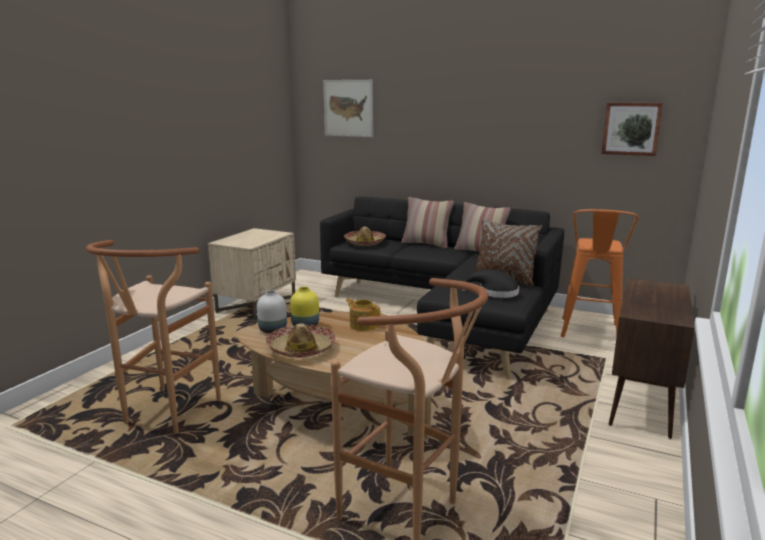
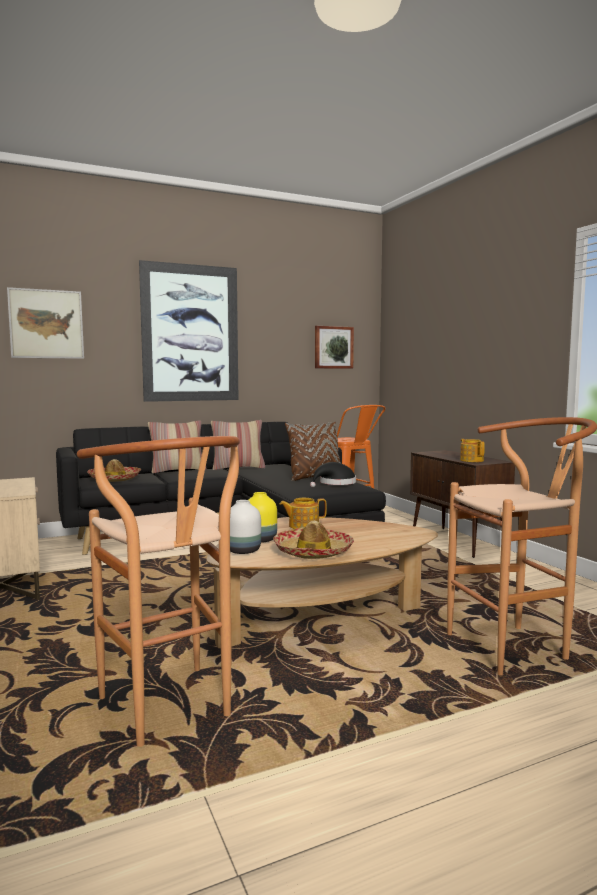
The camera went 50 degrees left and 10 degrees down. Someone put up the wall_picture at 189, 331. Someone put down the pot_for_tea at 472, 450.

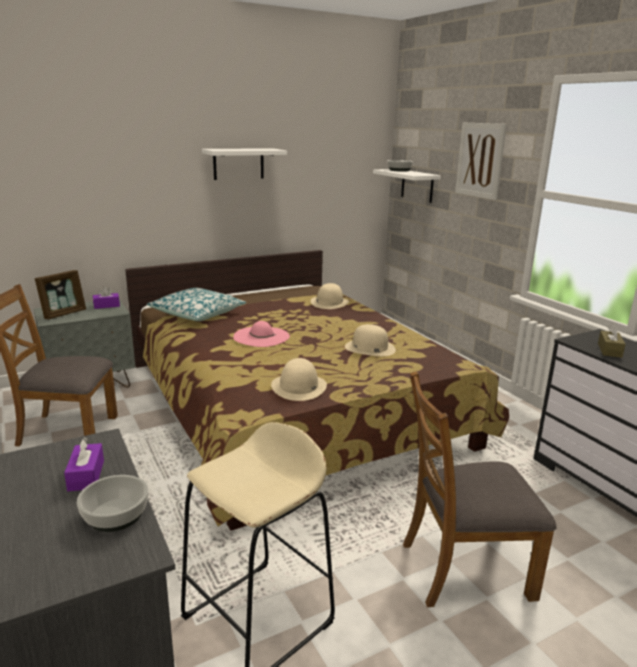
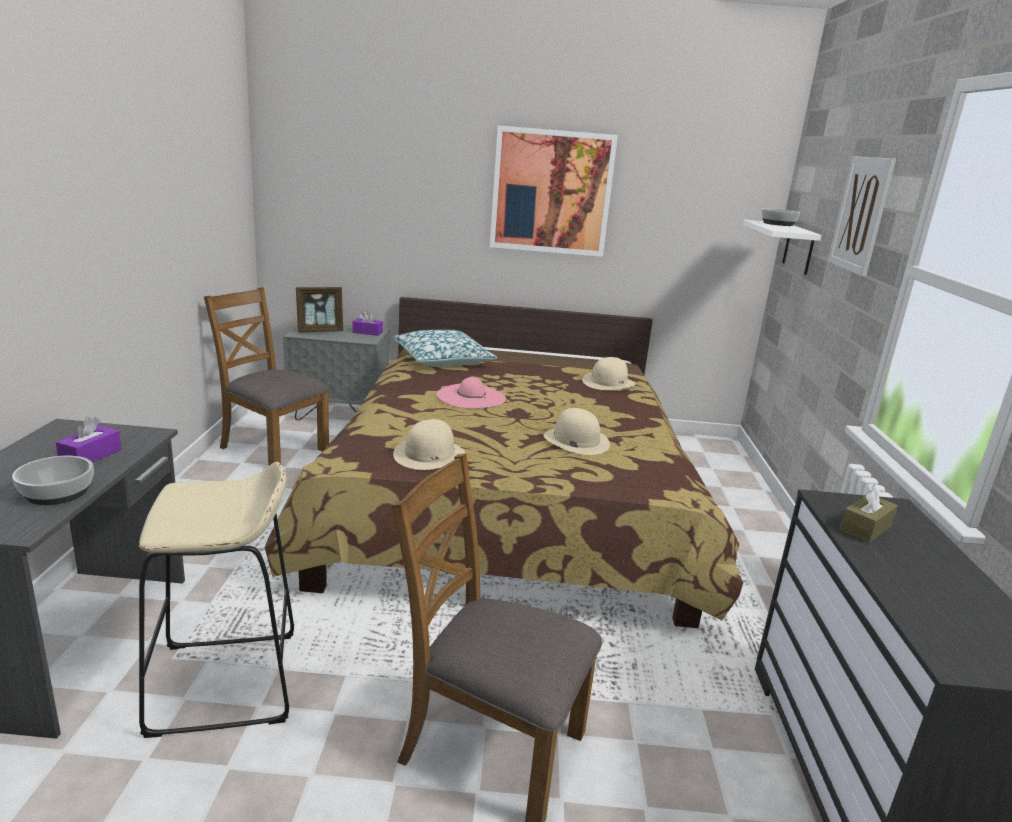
The camera went 30 degrees right and 0 degrees up. Someone swapped the whitish_bracket_shelf at 244, 164 for the wall_picture at 554, 191.

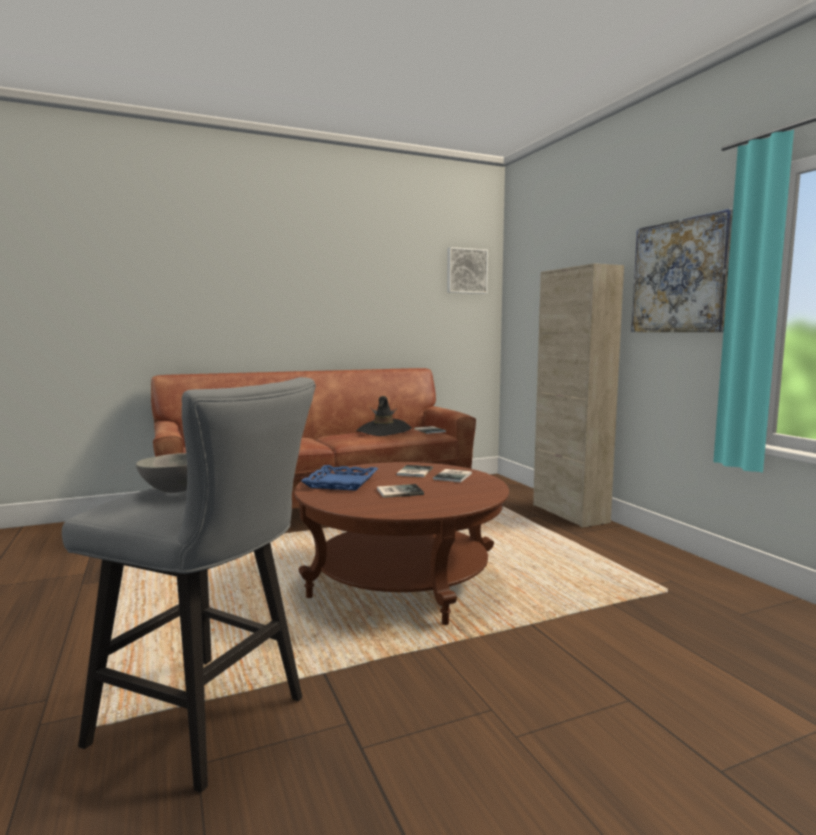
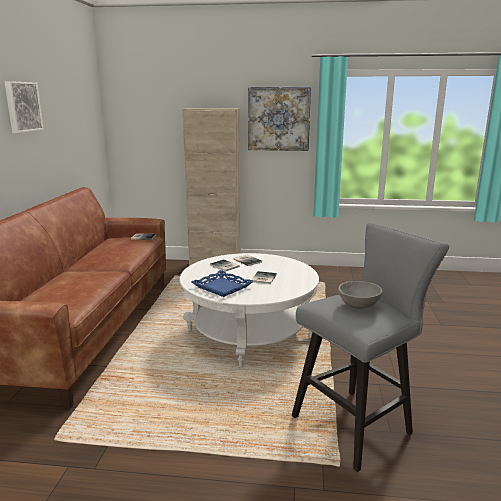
The camera went 60 degrees left and 10 degrees up. Someone carried the wall_picture from 467, 270 to 24, 107. Someone took away the blackish_wearable_hat at 384, 416. Someone repainted the brown-coloured_lounge_table at 401, 543, which became the whitish_lounge_table at 249, 310.

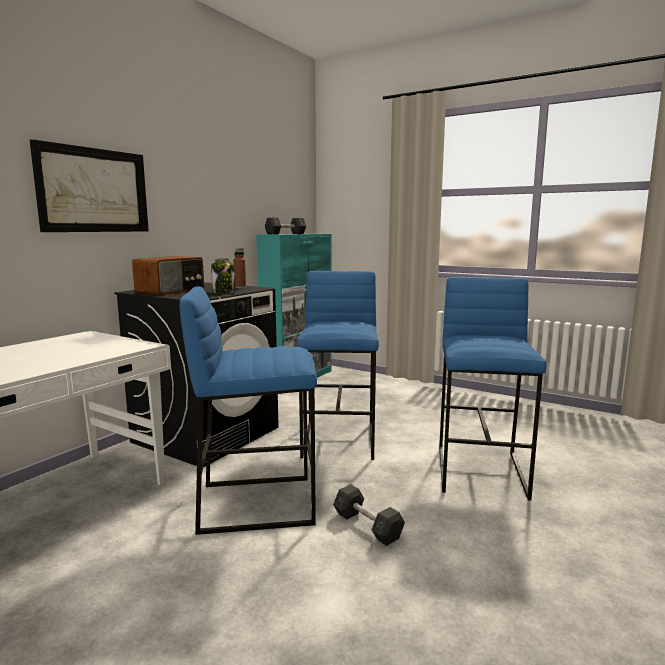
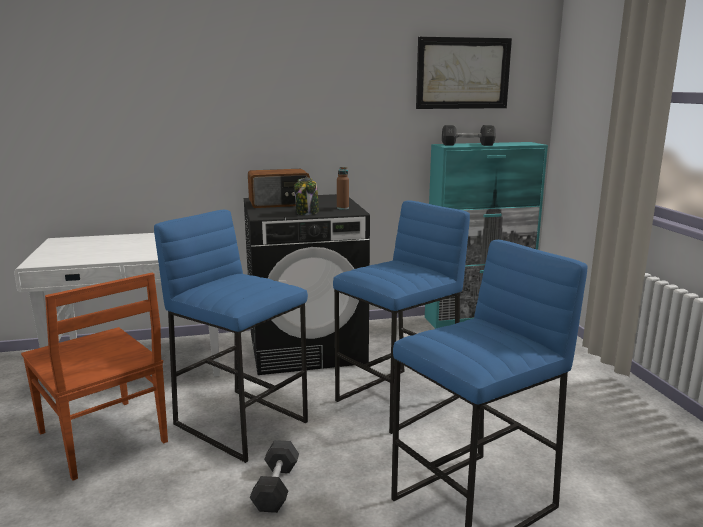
The camera went 45 degrees right and 5 degrees up. Someone carried the wall_picture from 89, 185 to 464, 73. Someone put down the brown-coloured_upright_chair at 94, 377.

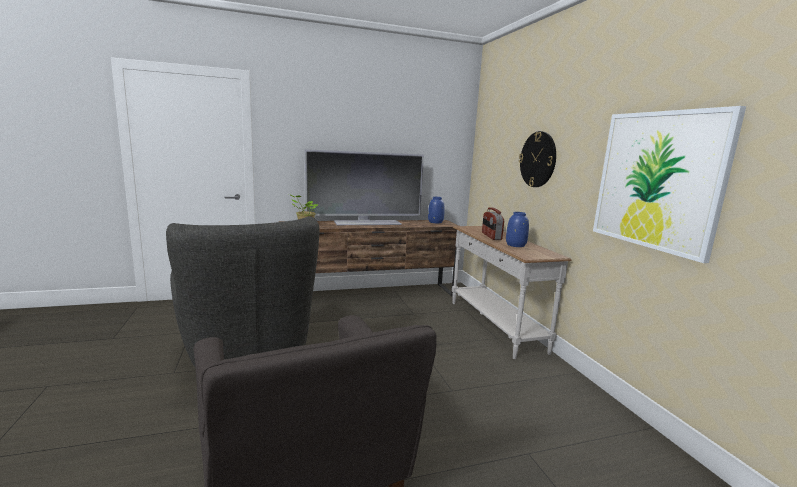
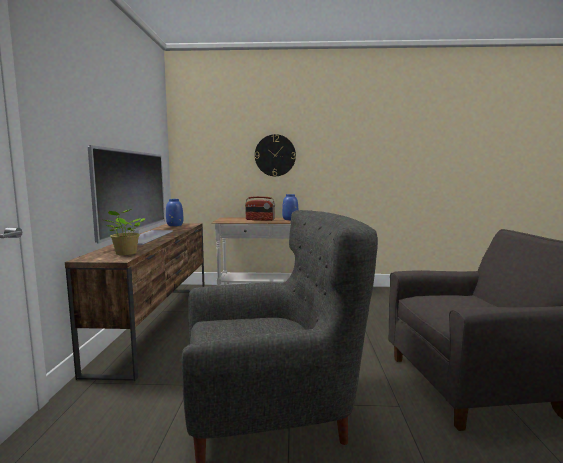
The camera went 70 degrees left and 5 degrees down. Someone took away the wall_picture at 669, 184.

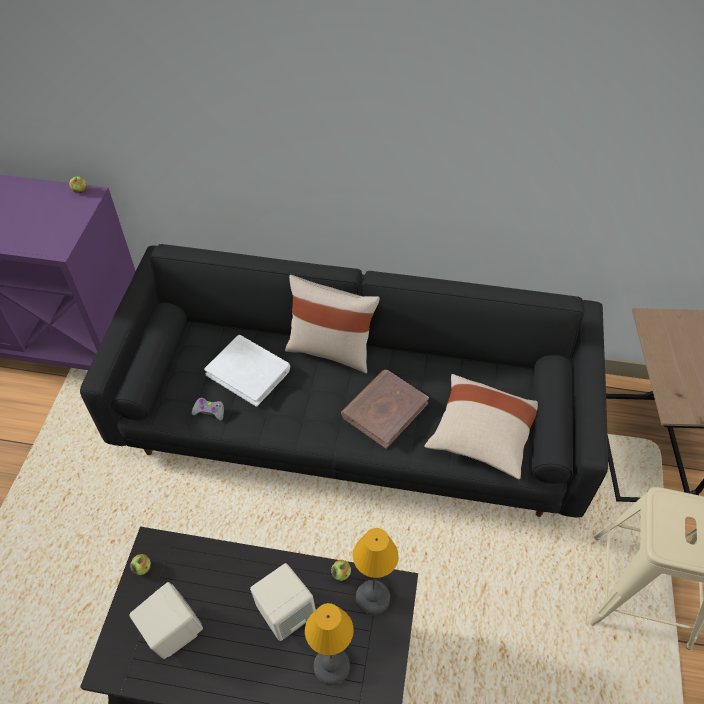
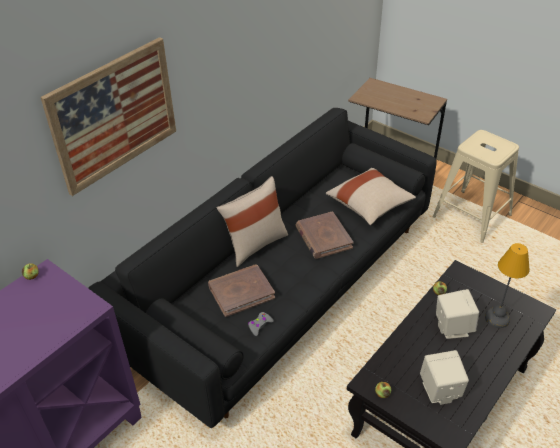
The camera went 60 degrees left and 10 degrees down. Someone repainted the whitish_volume at 247, 371, which became the brown-coloured_volume at 241, 291. Someone took away the tabletop_lamp at 376, 571. Someone put up the wall_picture at 108, 116.

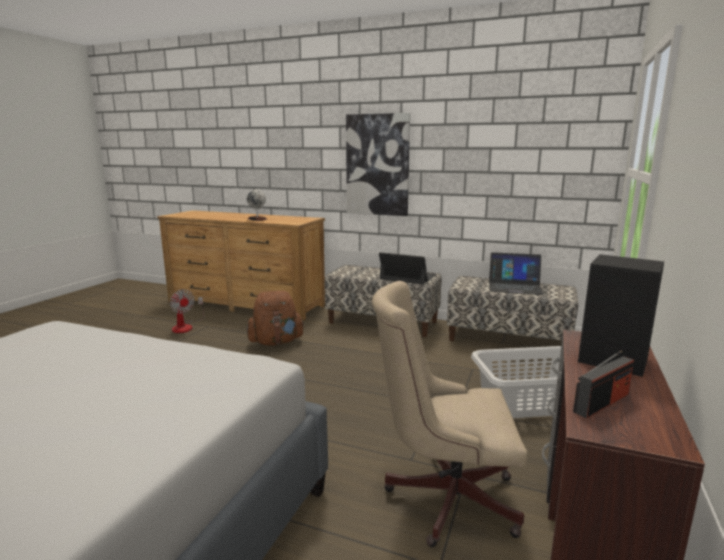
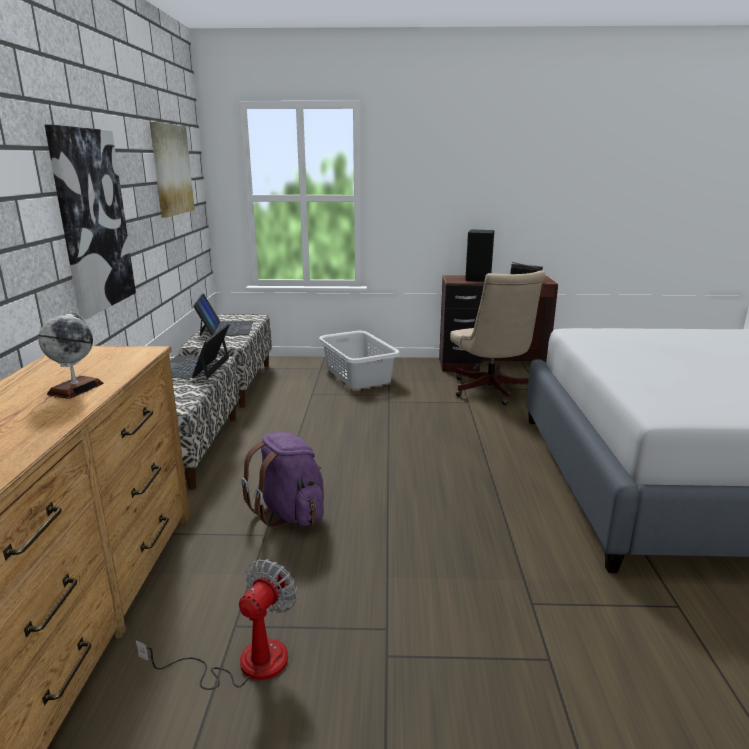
The camera went 110 degrees left and 5 degrees up. Someone repainted the brown-coloured_rucksack at 275, 318, which became the purple-coloured_rucksack at 282, 480. Someone put up the wall_picture at 172, 170.

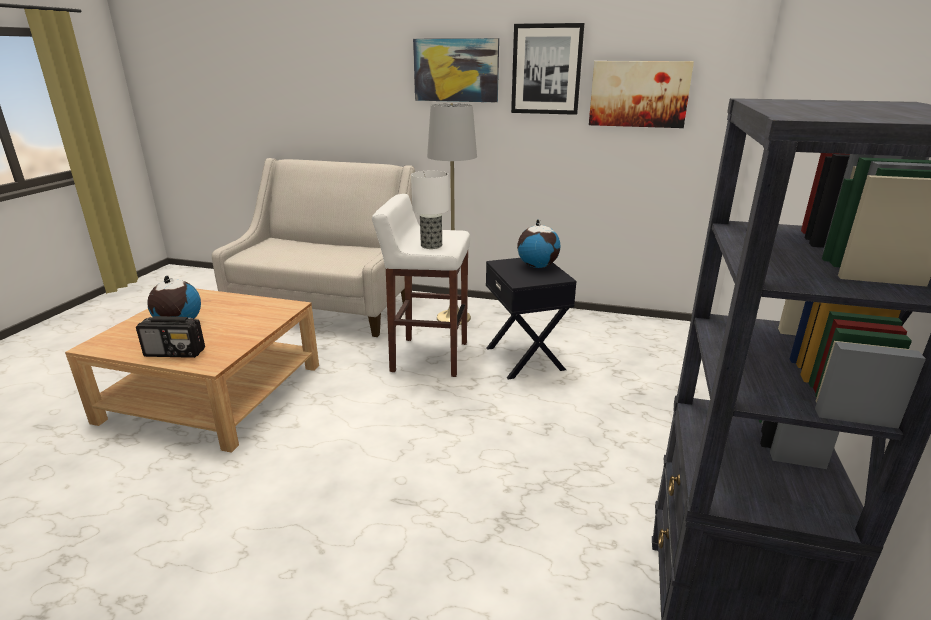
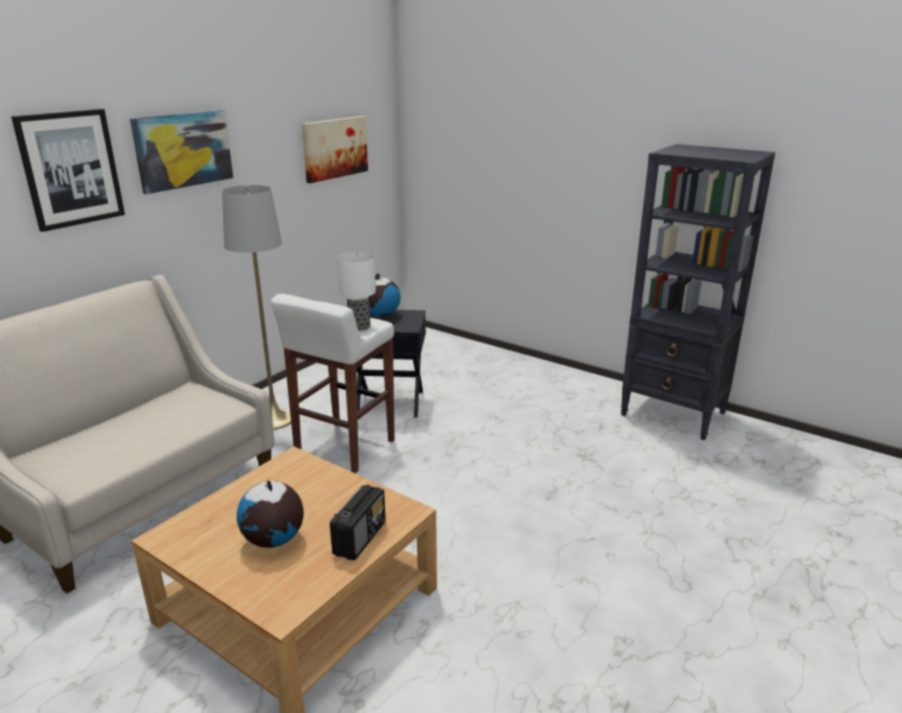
The camera went 70 degrees left and 0 degrees up. Someone carried the wall_picture from 547, 69 to 68, 170.

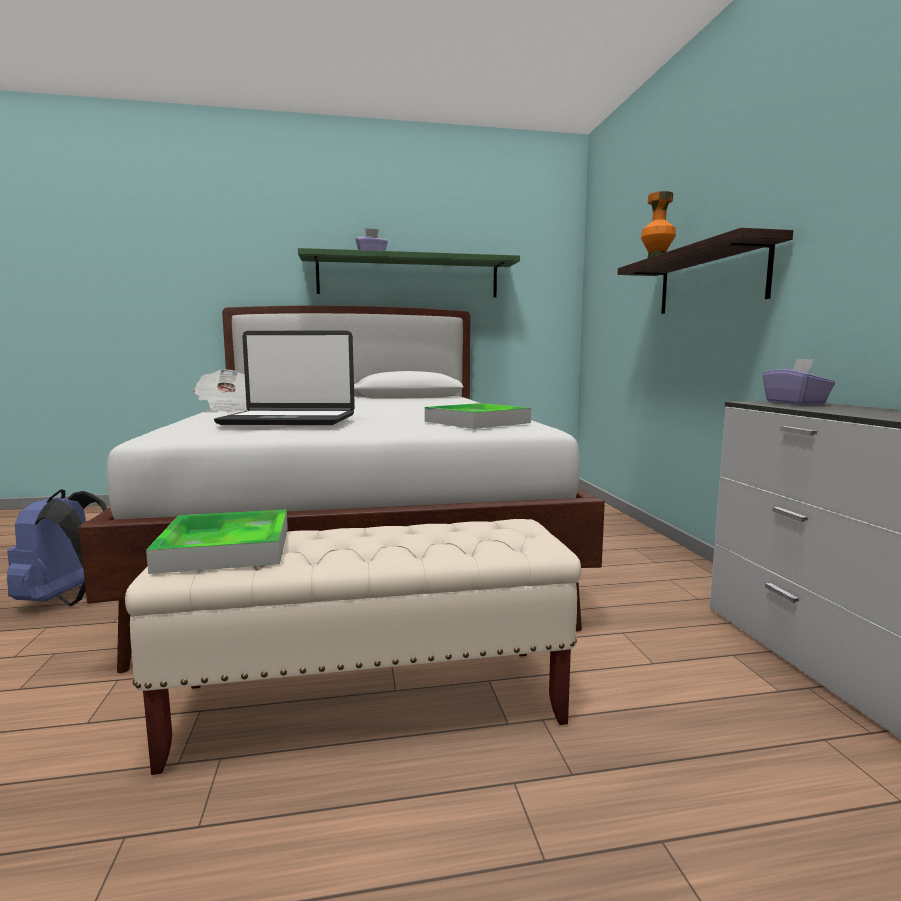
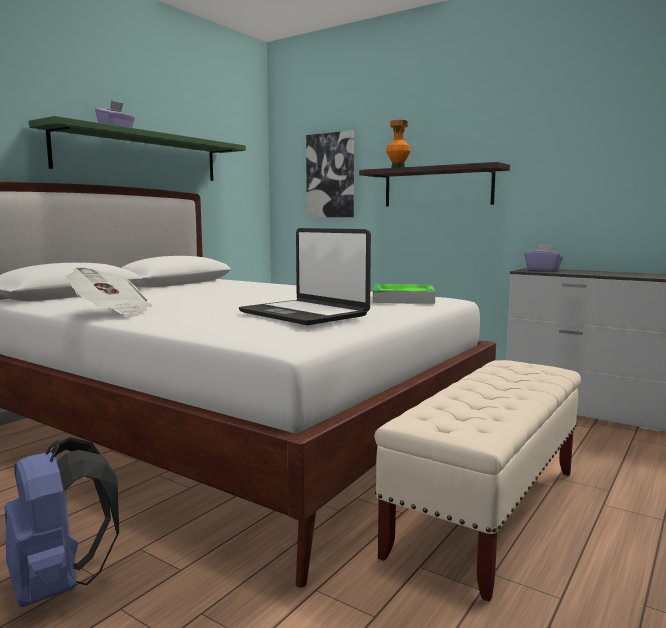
The camera went 45 degrees left and 0 degrees up. Someone rotated the notebook_computer at 284, 378 by 90 degrees clockwise. Someone took away the serving_tray at 217, 541. Someone put up the wall_picture at 330, 173.

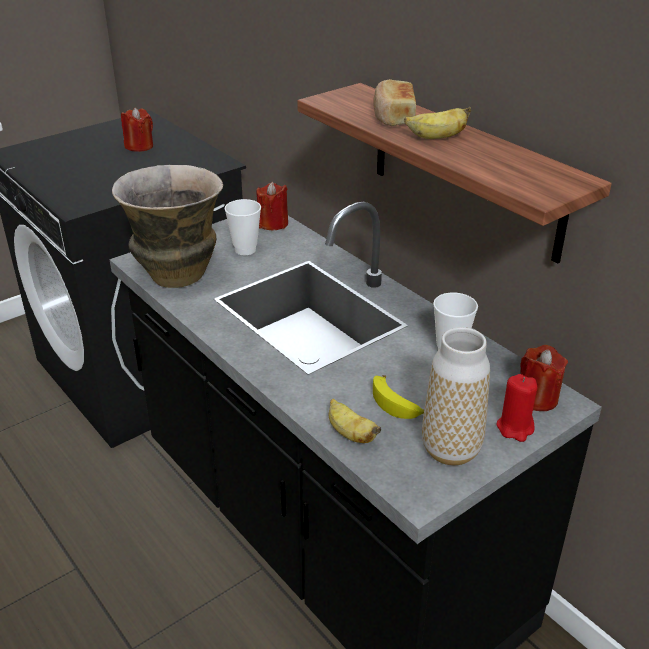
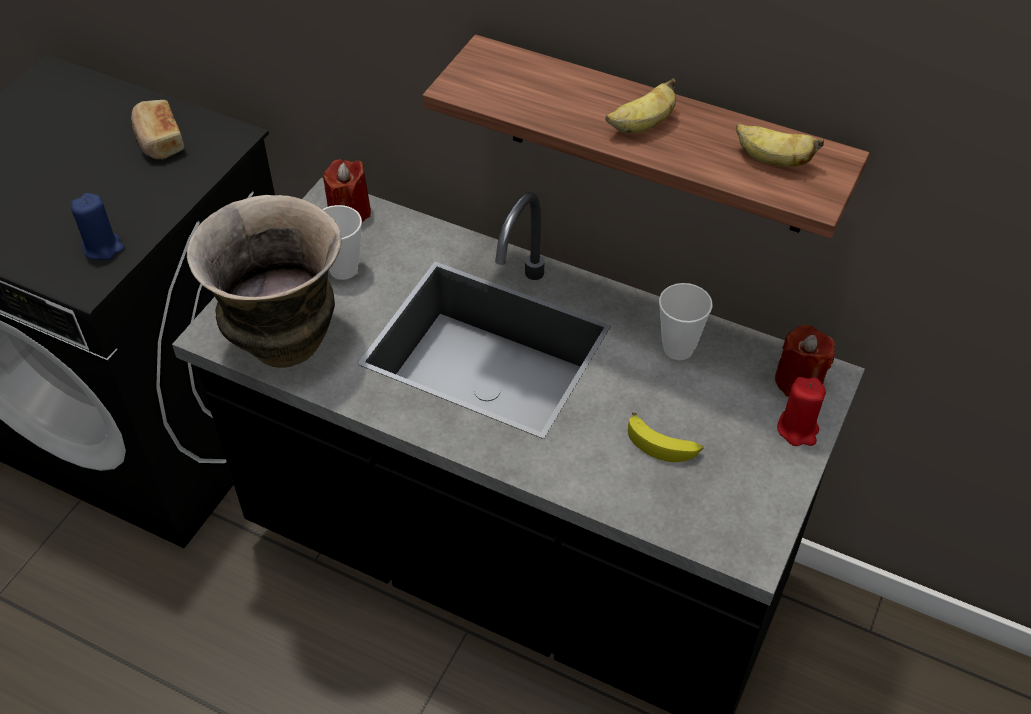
The camera went 25 degrees left and 15 degrees up. Someone carried the bread from 394, 102 to 157, 130. Someone took away the reddish_wax_light at 137, 130. Someone took away the flower_vase at 456, 396. Someone carried the banana_fruit from 355, 420 to 780, 145. Someone put down the bluish_wax_light at 97, 226.

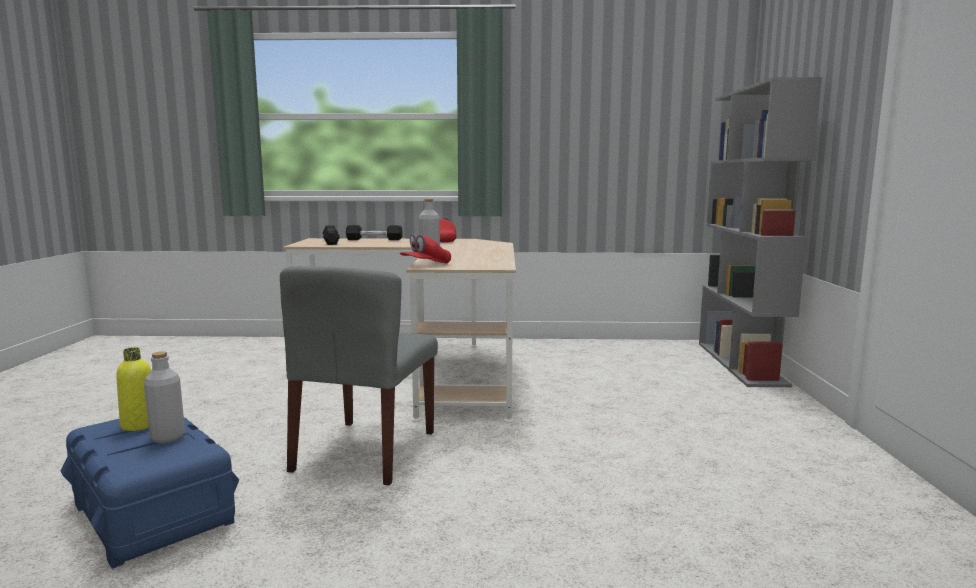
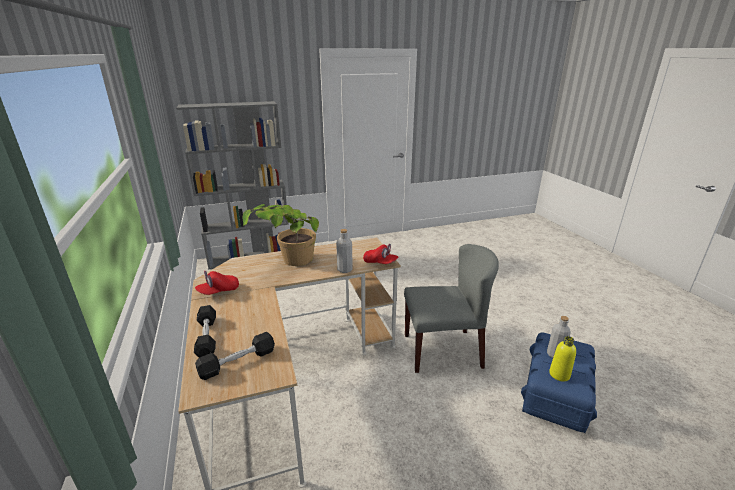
The camera went 110 degrees left and 15 degrees up. Someone put down the plant_in_a_pot at 281, 235.

